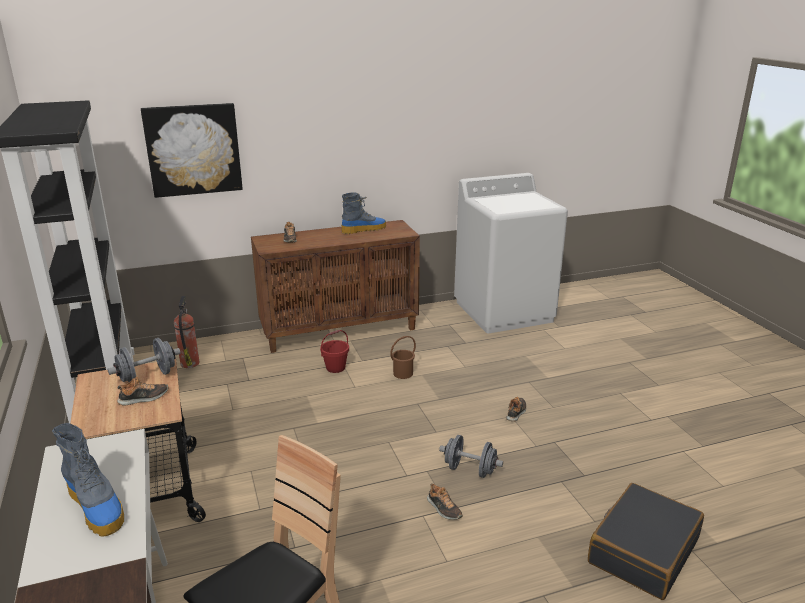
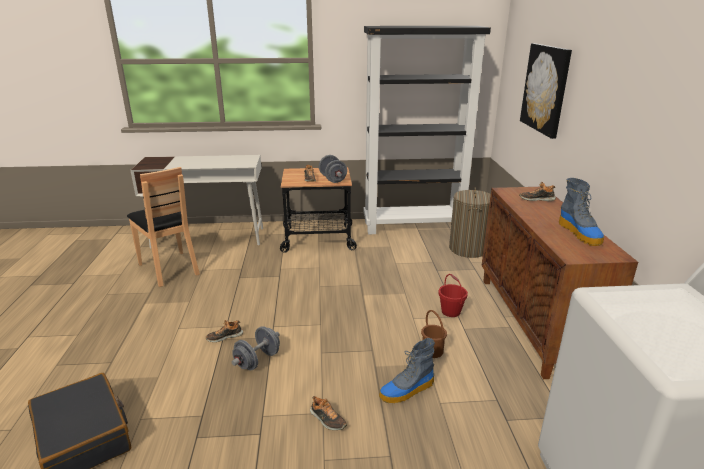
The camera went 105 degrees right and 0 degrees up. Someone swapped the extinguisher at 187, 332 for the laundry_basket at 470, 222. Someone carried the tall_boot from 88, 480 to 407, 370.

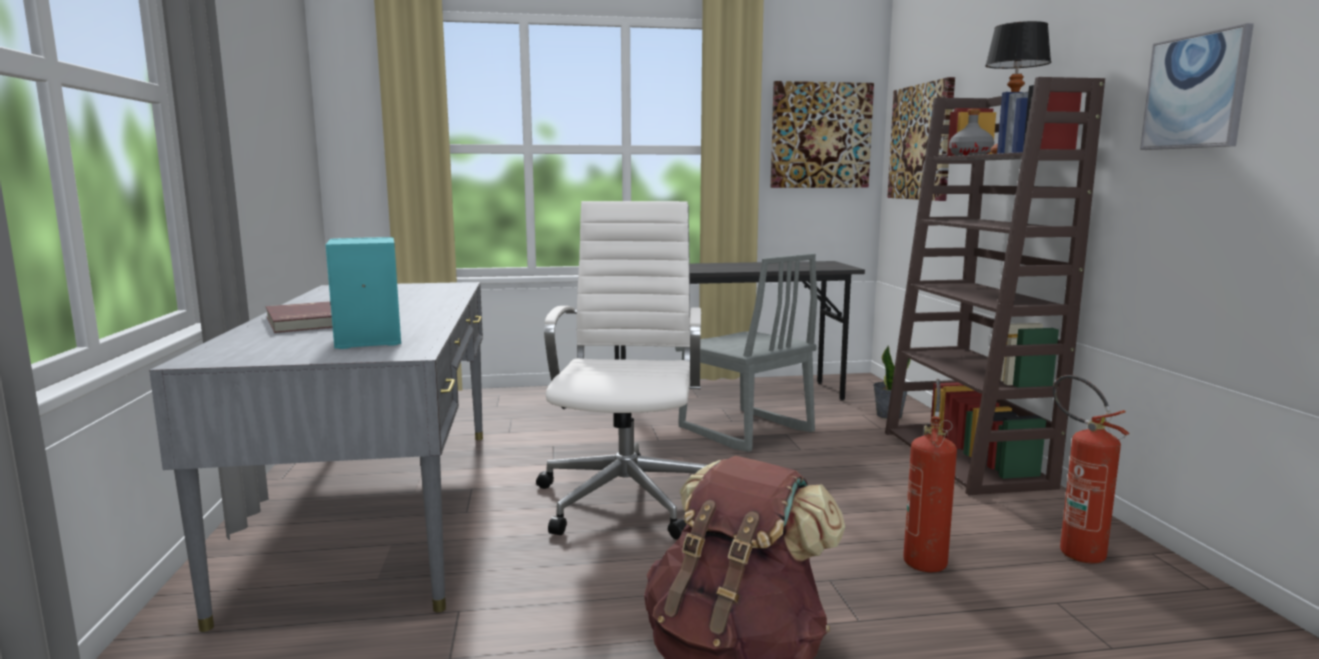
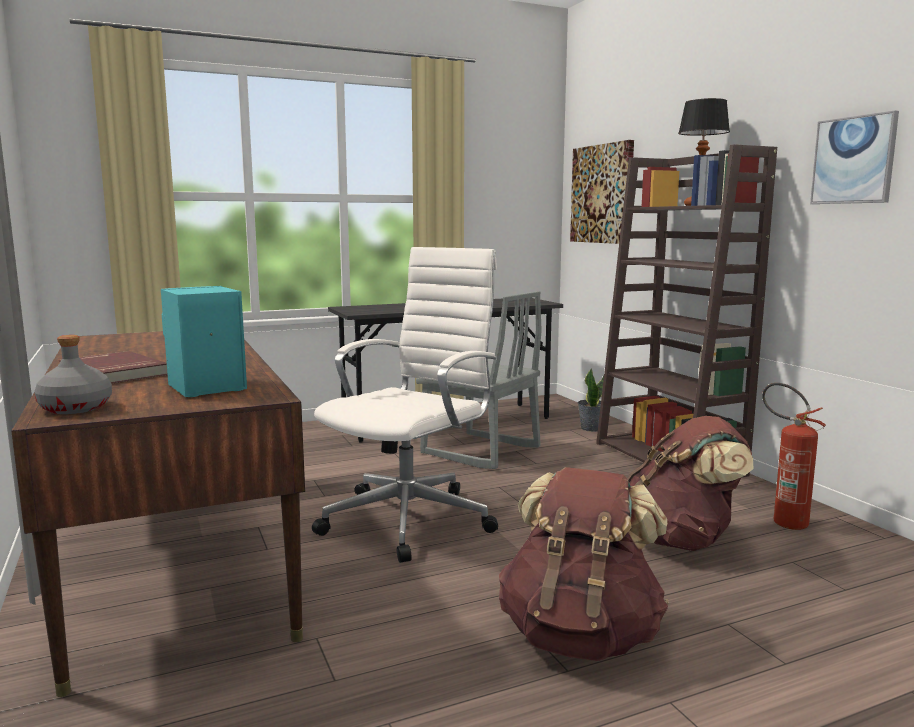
The camera went 15 degrees left and 0 degrees up. Someone took away the wall_picture at 822, 134. Someone carried the grey_beverage_bottle from 971, 132 to 73, 374. Someone rotated the whitish_computer_chair at 621, 370 by 45 degrees clockwise. Someone repainted the grey_desk_table at 316, 457, which became the brown-coloured_desk_table at 158, 514. Someone swapped the extinguisher at 930, 475 for the brown-coloured_rucksack at 691, 483.

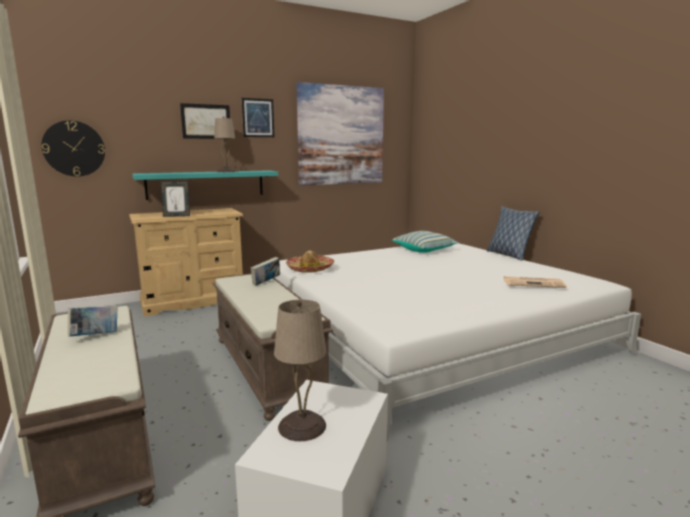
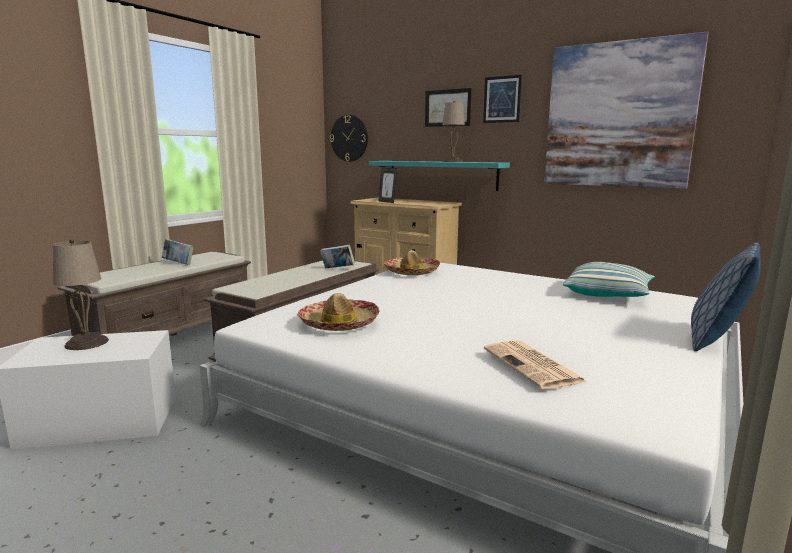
The camera went 60 degrees right and 0 degrees up. Someone put down the wearable_hat at 338, 312.

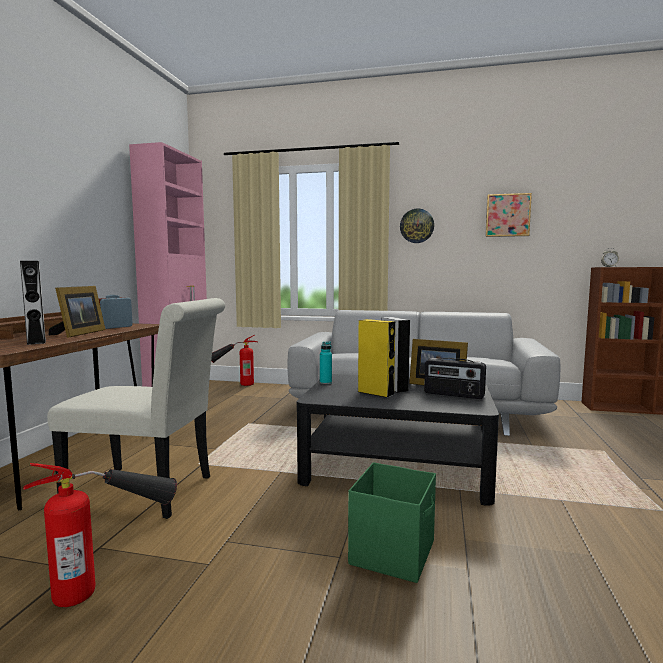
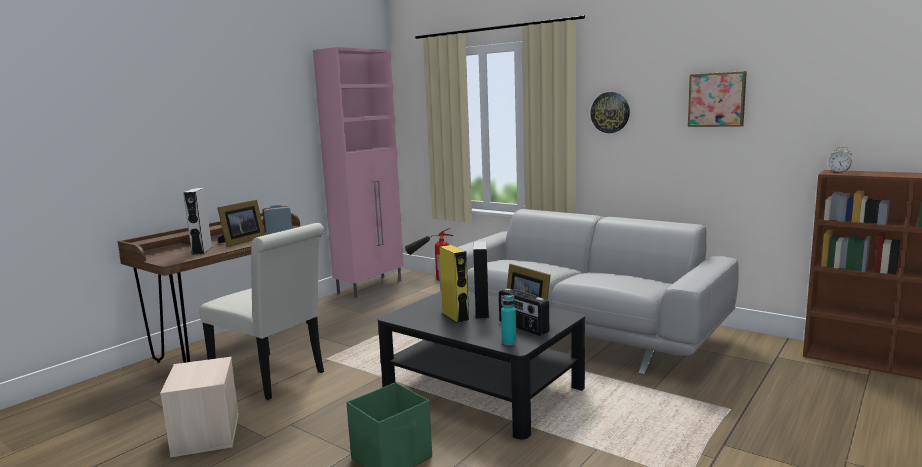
The camera went 25 degrees right and 5 degrees up. Someone carried the turquoise_beverage_bottle from 326, 362 to 508, 320. Someone swapped the extinguisher at 100, 535 for the sand-coloured_storage_container at 199, 407.

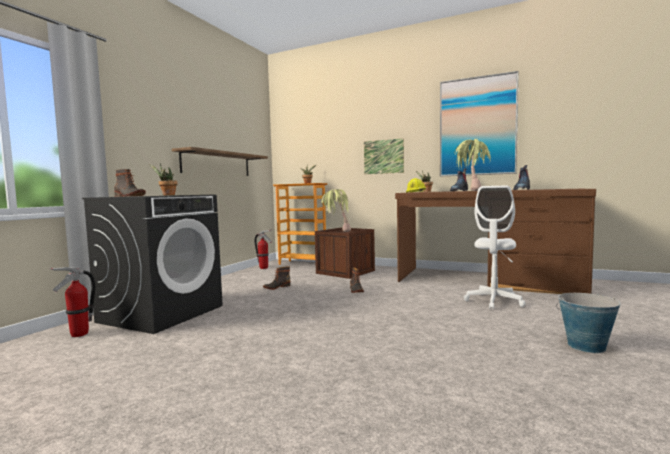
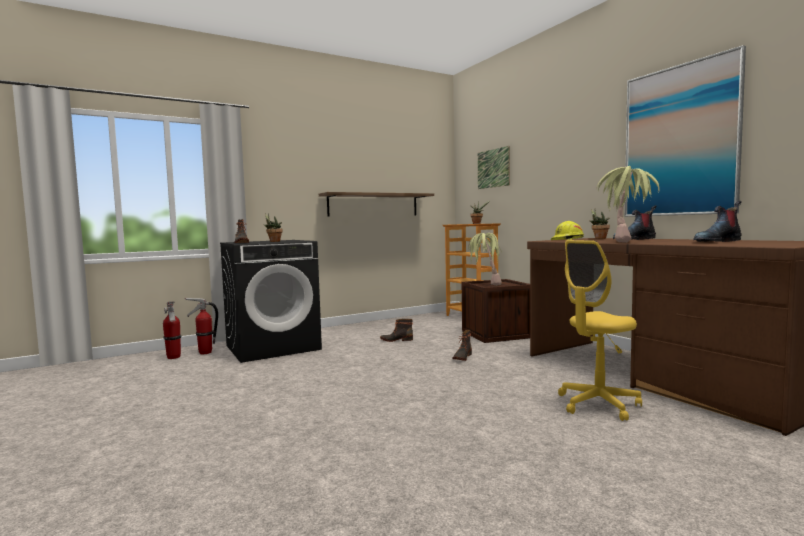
The camera went 35 degrees right and 0 degrees up. Someone carried the wall_picture from 384, 156 to 494, 167. Someone repainted the whitish_computer_chair at 495, 247, which became the yellow_computer_chair at 600, 330. Someone carried the extinguisher from 263, 249 to 172, 330. Someone took away the bucket at 588, 323.

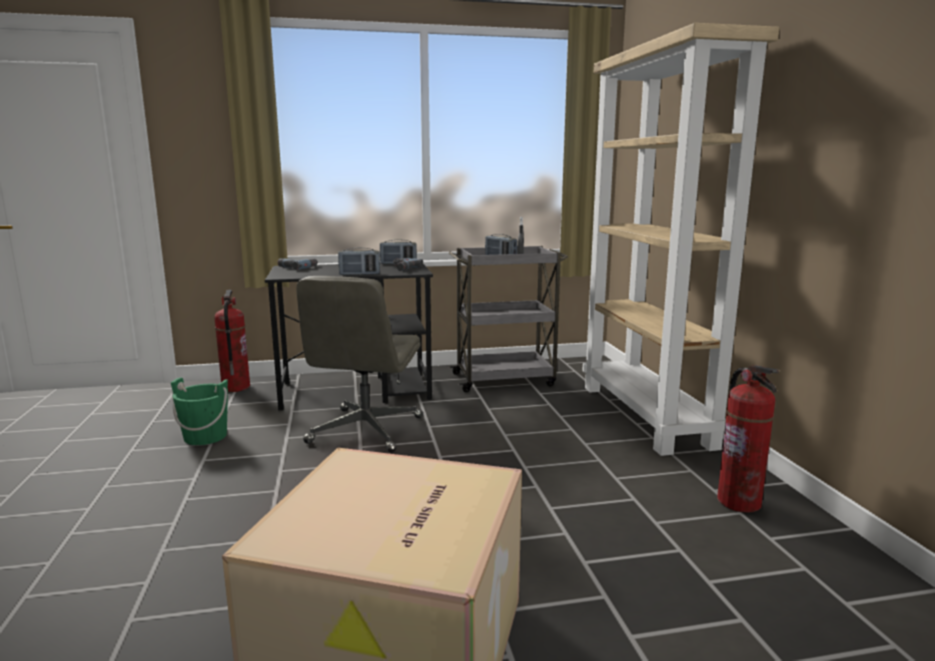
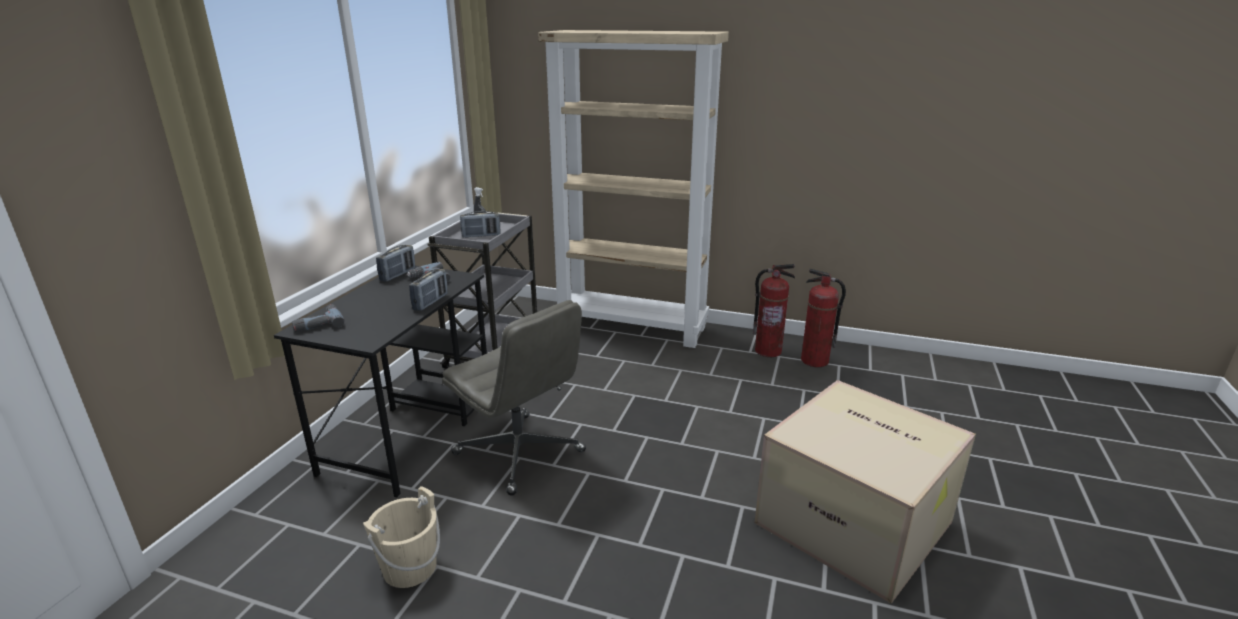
The camera went 60 degrees left and 10 degrees up. Someone carried the extinguisher from 232, 341 to 823, 318. Someone repainted the green-coloured_bucket at 199, 411, which became the sand-coloured_bucket at 401, 537.

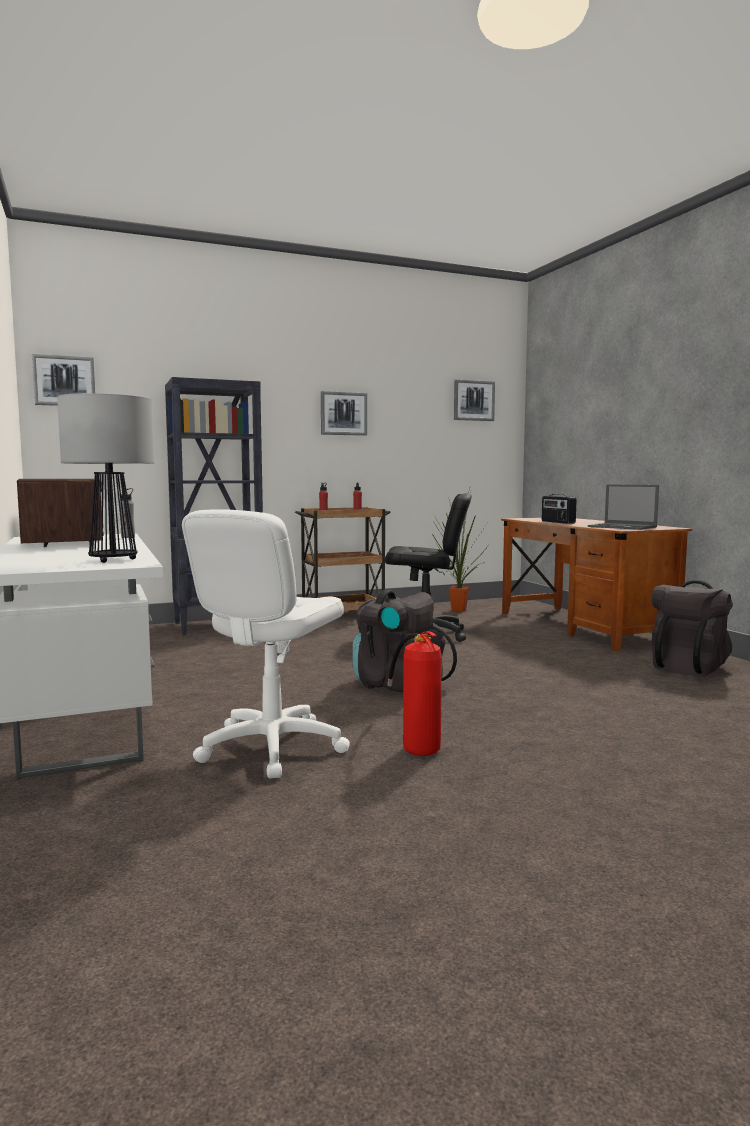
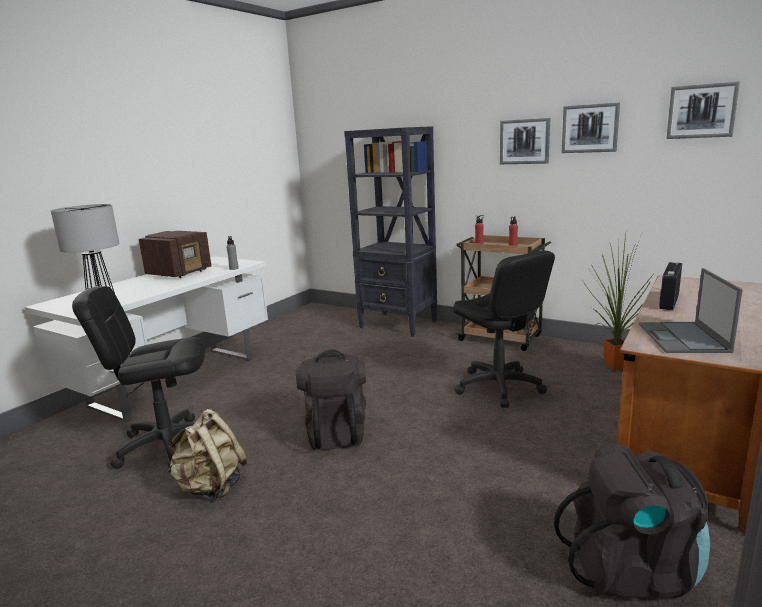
The camera went 55 degrees right and 10 degrees up. Someone carried the wall_picture from 63, 380 to 591, 127. Someone repainted the whitish_computer_chair at 266, 643, which became the blackish_computer_chair at 138, 377. Someone swapped the extinguisher at 414, 693 for the sand-coloured_rucksack at 207, 454.

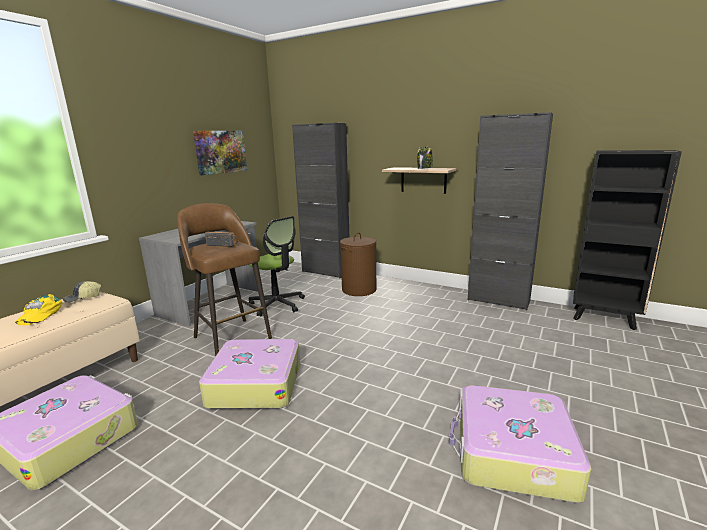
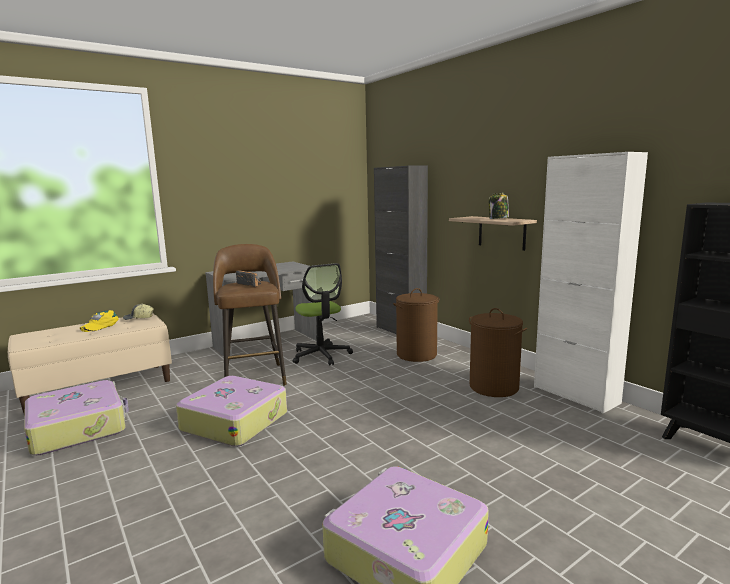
The camera went 25 degrees right and 5 degrees down. Someone repainted the blackish_storage_cabinet at 510, 211, which became the whitish_storage_cabinet at 591, 283. Someone took away the wall_picture at 220, 153. Someone put down the brown-coloured_laundry_basket at 498, 352.

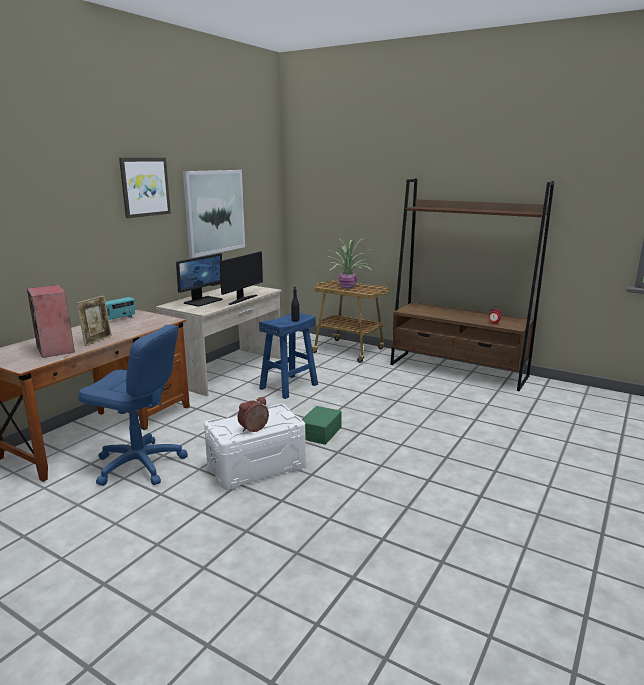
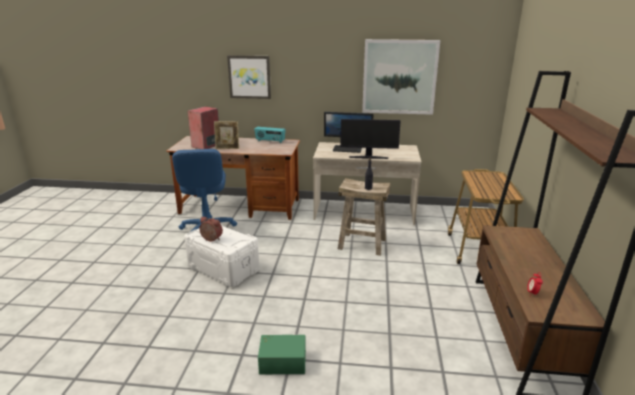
The camera went 65 degrees right and 5 degrees up. Someone carried the wall_picture from 145, 188 to 249, 77. Someone took away the plant_in_a_pot at 349, 263. Someone repainted the bluish_stool_seat at 288, 356, which became the sand-coloured_stool_seat at 364, 217. Someone carried the green-coloured_storage_container from 322, 425 to 282, 354.

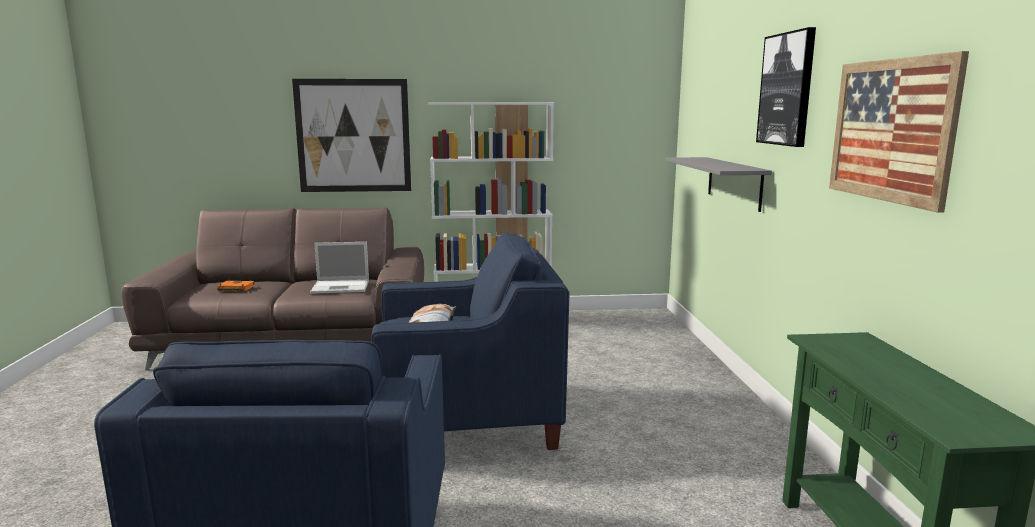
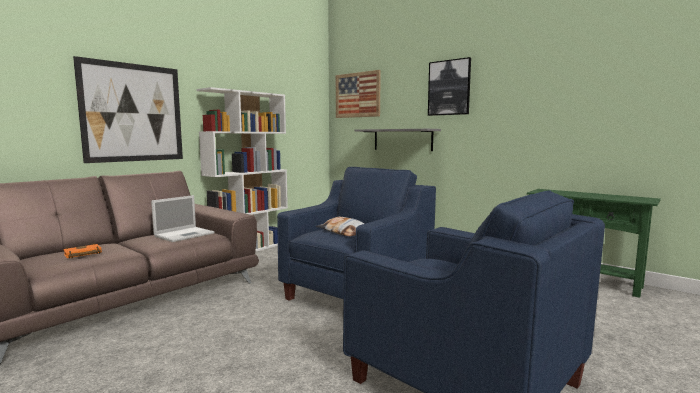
The camera went 45 degrees left and 5 degrees down. Someone carried the wall_picture from 899, 132 to 358, 94.

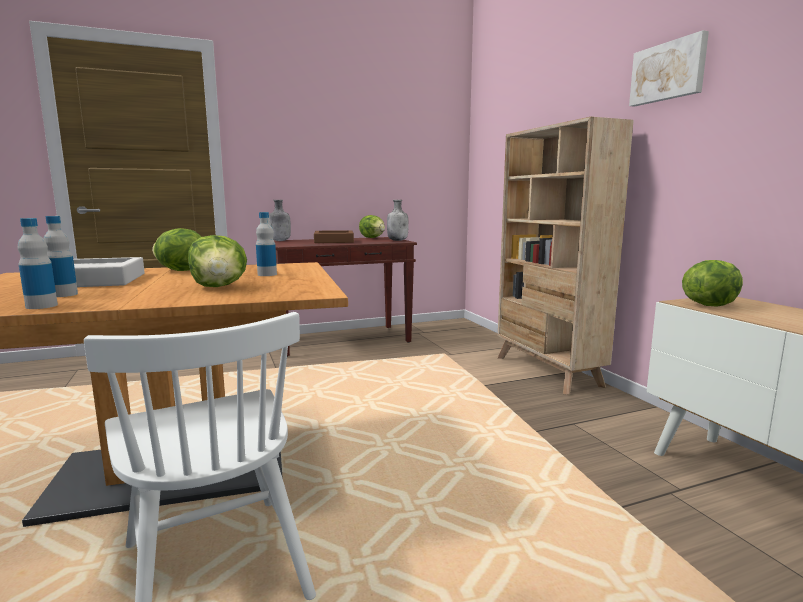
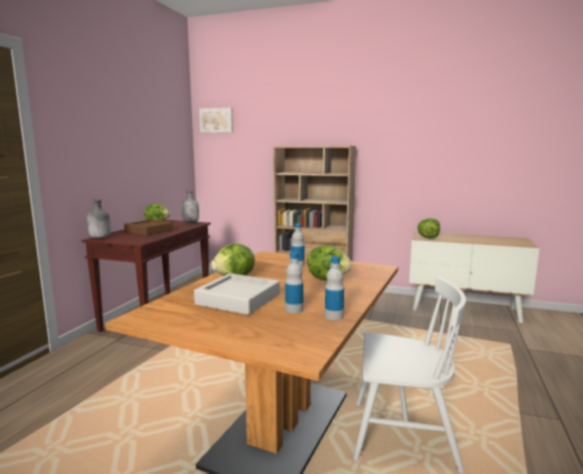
The camera went 50 degrees left and 0 degrees up. Someone carried the wall_picture from 669, 68 to 216, 120.

